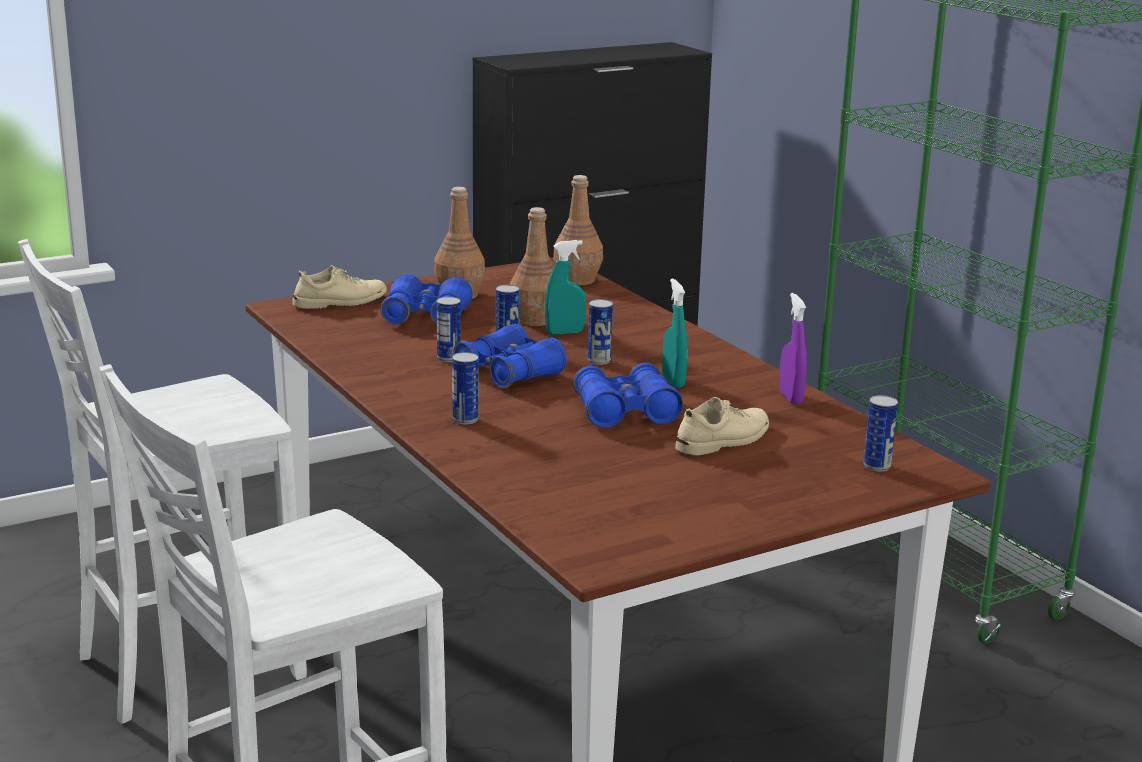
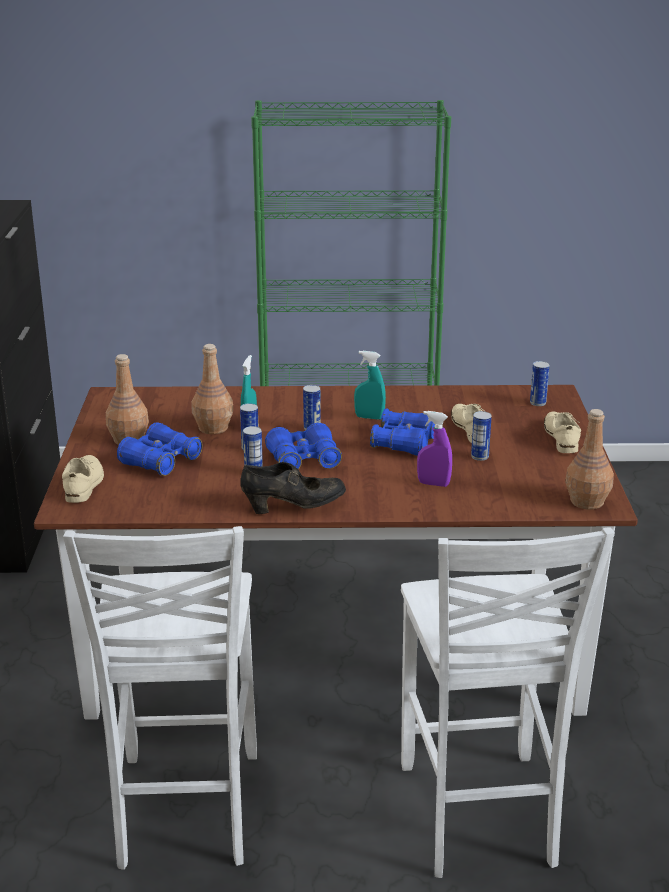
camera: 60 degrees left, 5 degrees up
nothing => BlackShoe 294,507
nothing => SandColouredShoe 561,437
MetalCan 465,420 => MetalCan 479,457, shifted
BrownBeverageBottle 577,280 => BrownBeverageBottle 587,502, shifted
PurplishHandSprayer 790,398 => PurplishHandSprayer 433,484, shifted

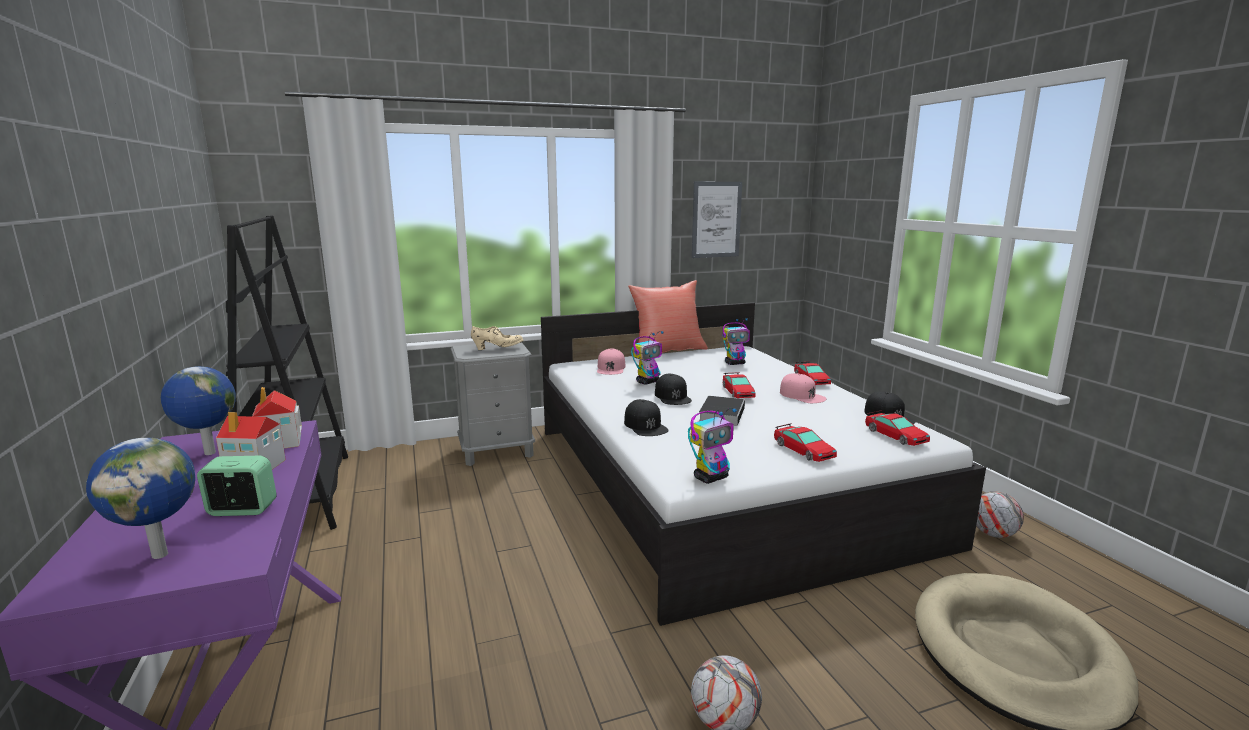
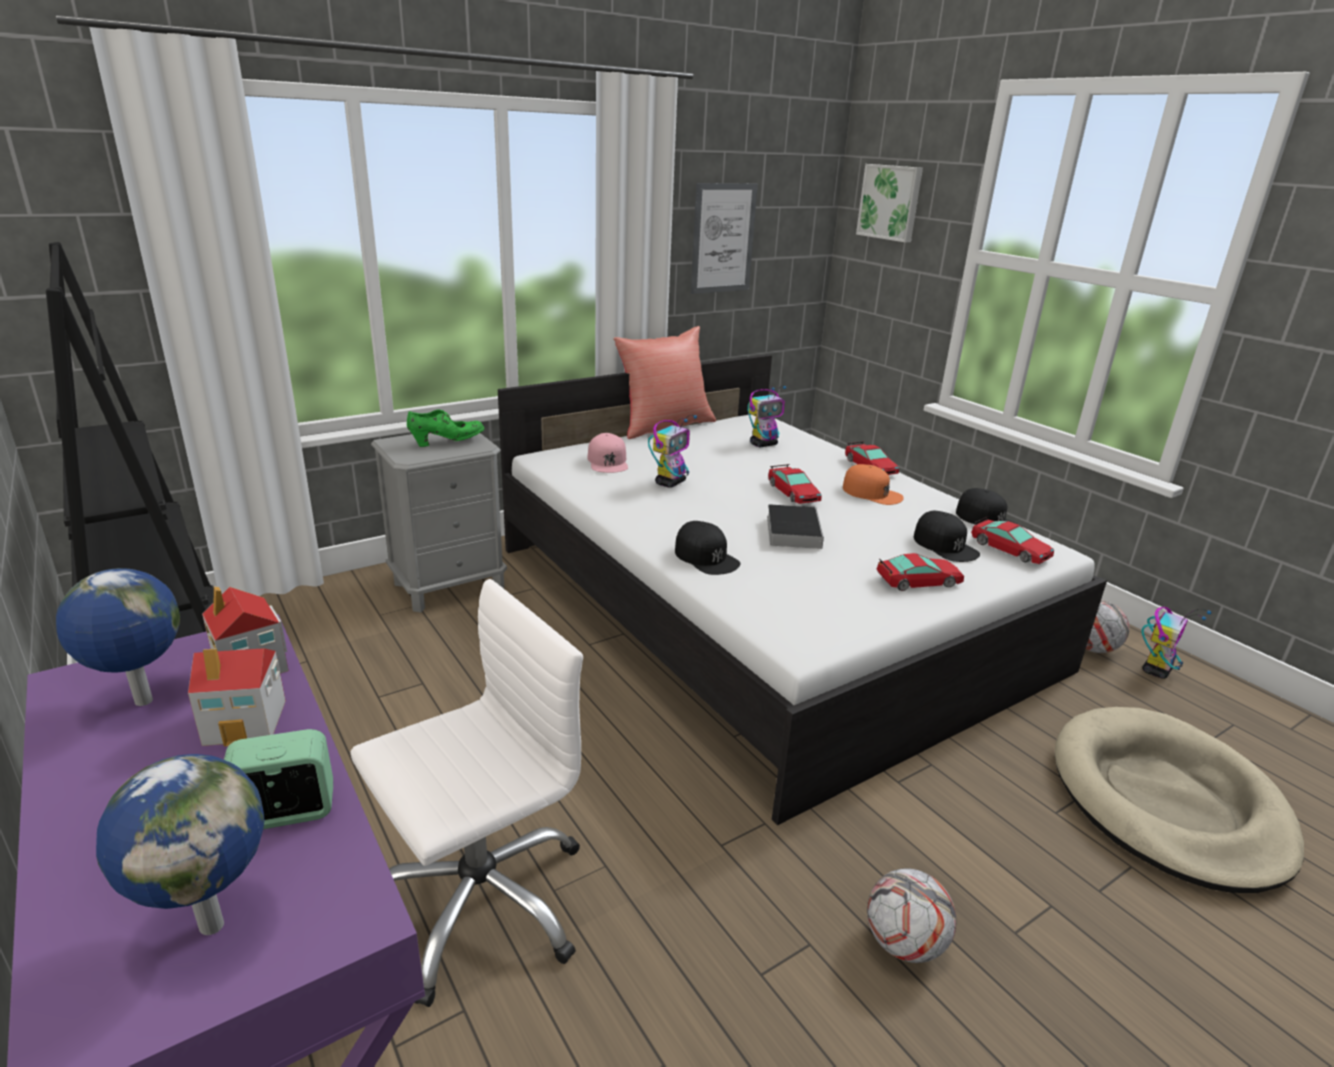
camera: 15 degrees left, 10 degrees up
nothing => WhitishComputerChair 480,901
nothing => WallPicture 890,202
BlackBaseballCap 673,396 => BlackBaseballCap 945,545, shifted
ModelRobot 711,478 => ModelRobot 1156,670, shifted
SandColouredShoe 498,348 => GreenishShoe 447,442
PinkishBaseballCap 802,395 => OrangeBaseballCap 872,493
MiniatureCar 803,450 => MiniatureCar 918,581, 60 degrees counterclockwise

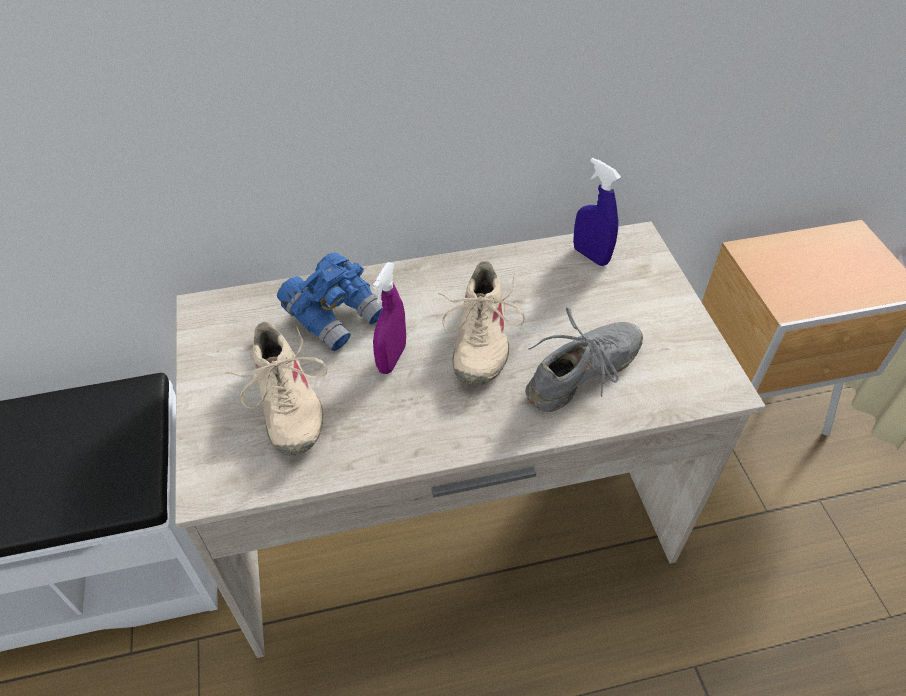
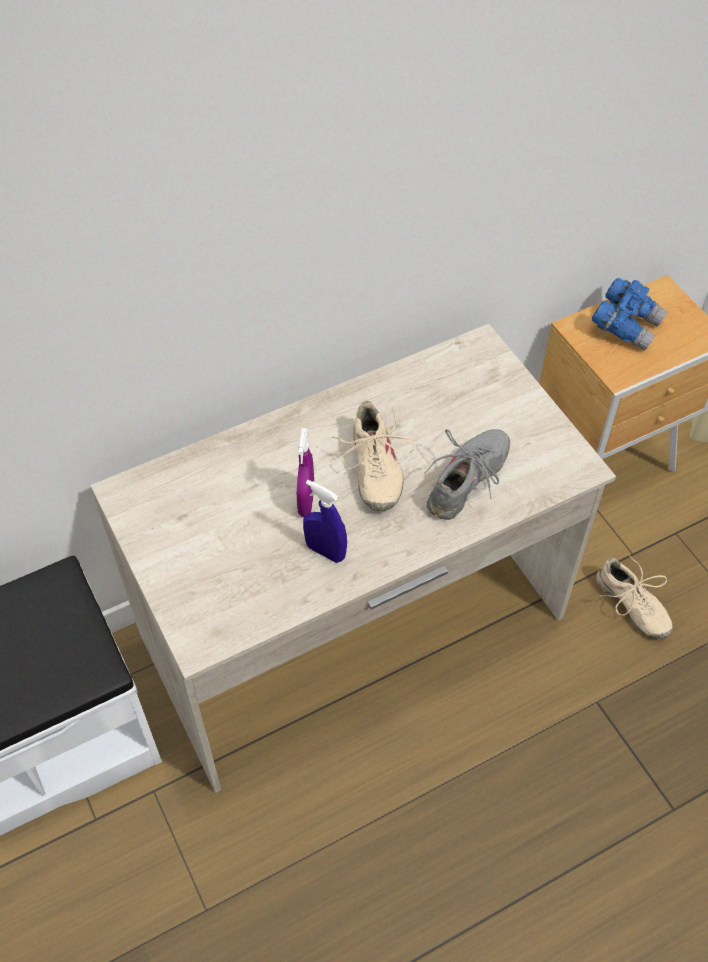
camera: 15 degrees left, 5 degrees up
SandColouredShoe 286,404 => SandColouredShoe 631,606, shifted
BlueColouredBinoculars 336,315 => BlueColouredBinoculars 625,325, shifted
BlueColouredHandSprayer 590,255 => BlueColouredHandSprayer 325,551, shifted

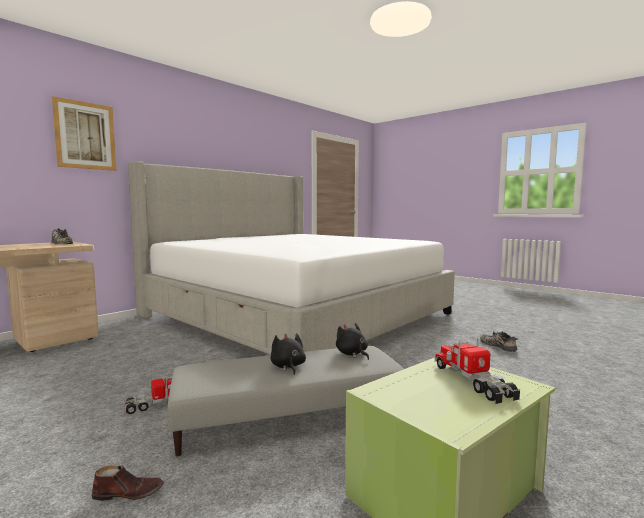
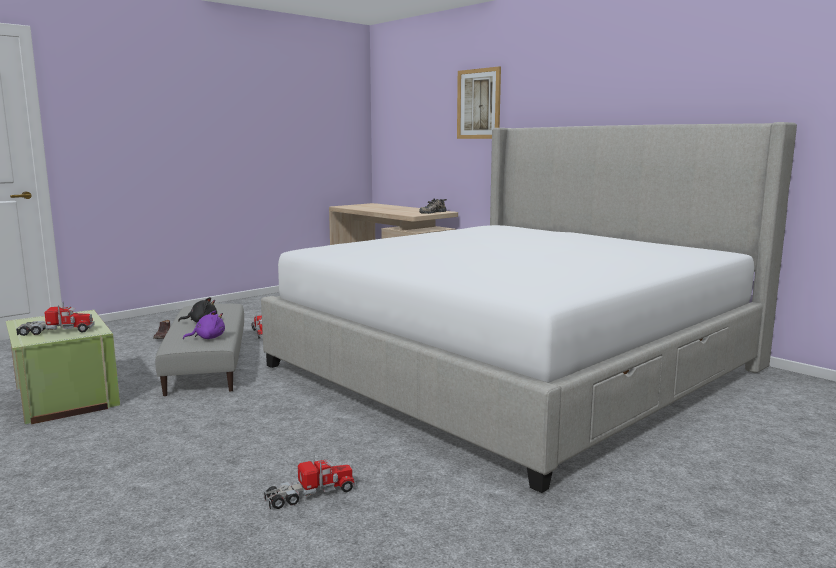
camera: 95 degrees right, 5 degrees up
Shoe 499,345 => ToyTruck 310,494
BlackCuddlyToy 352,354 => PurplishCuddlyToy 208,338

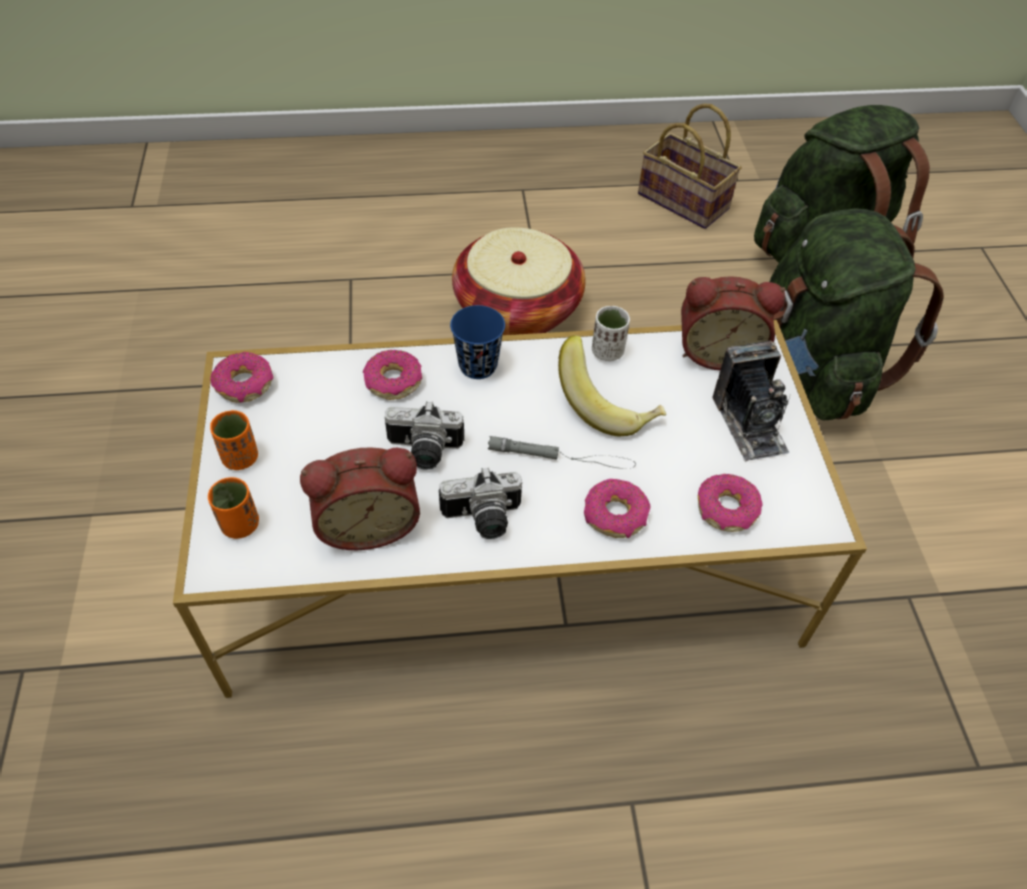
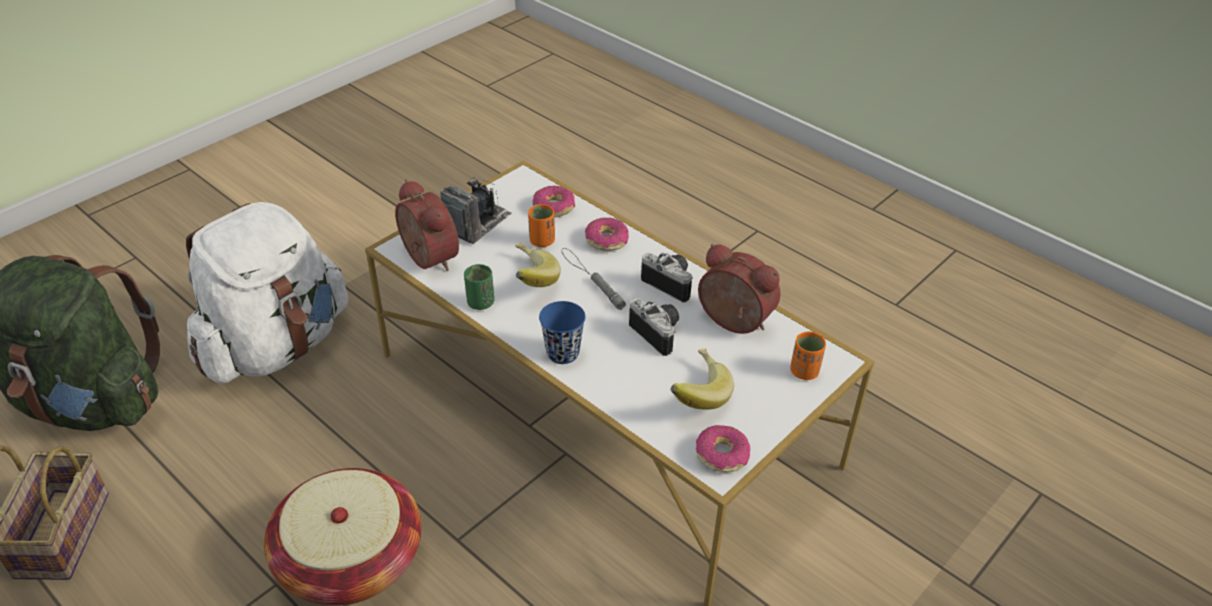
camera: 130 degrees left, 10 degrees down
Doughnut 393,381 => nothing
nothing => BananaFruit 695,394
OrangeSmallCup 240,458 => OrangeSmallCup 542,241, shifted
WhitishSmallCup 607,351 => GreenishSmallCup 480,303
GreenishKnapsack 812,371 => WhitishKnapsack 276,346

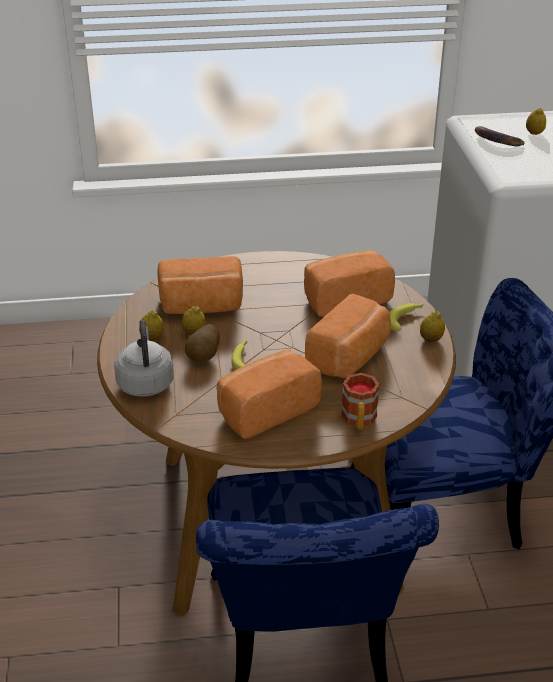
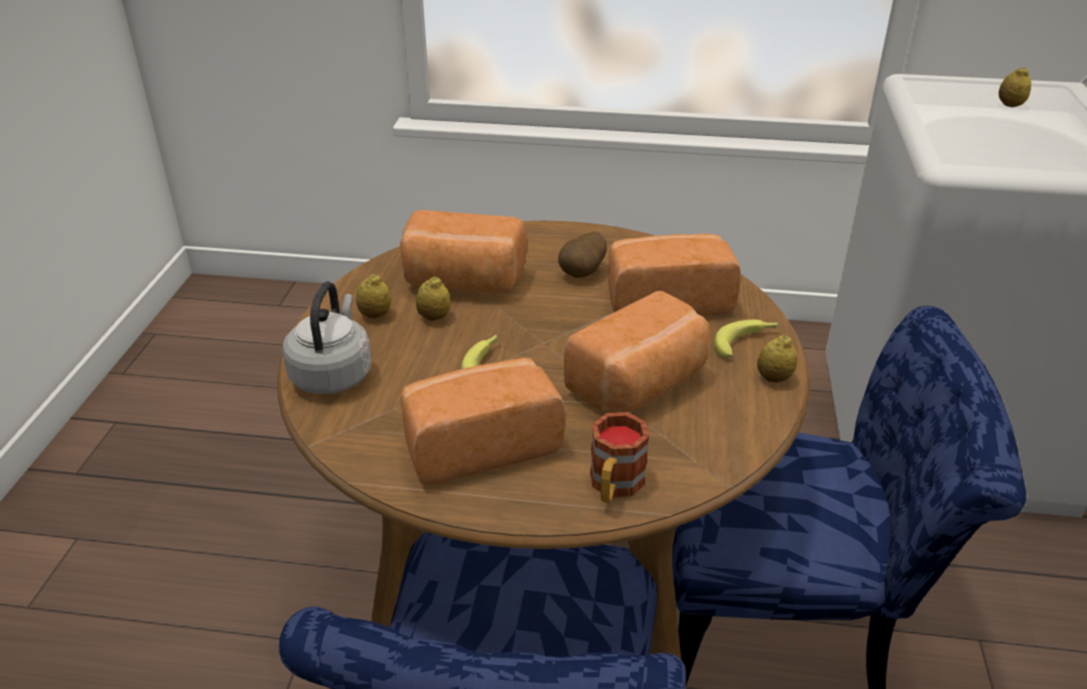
camera: 15 degrees right, 0 degrees up
BananaFruit 495,141 => nothing
WholePotato 204,357 => WholePotato 583,273, shifted

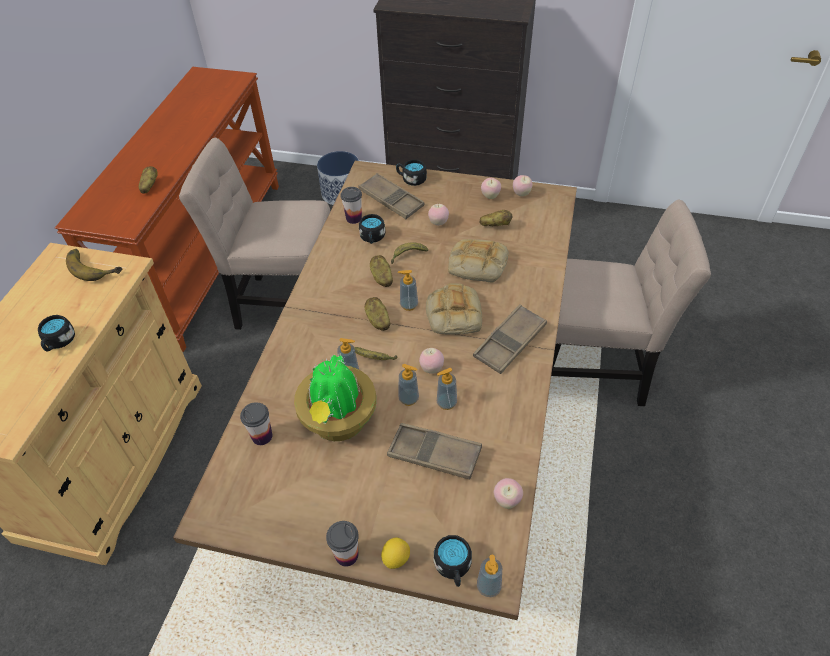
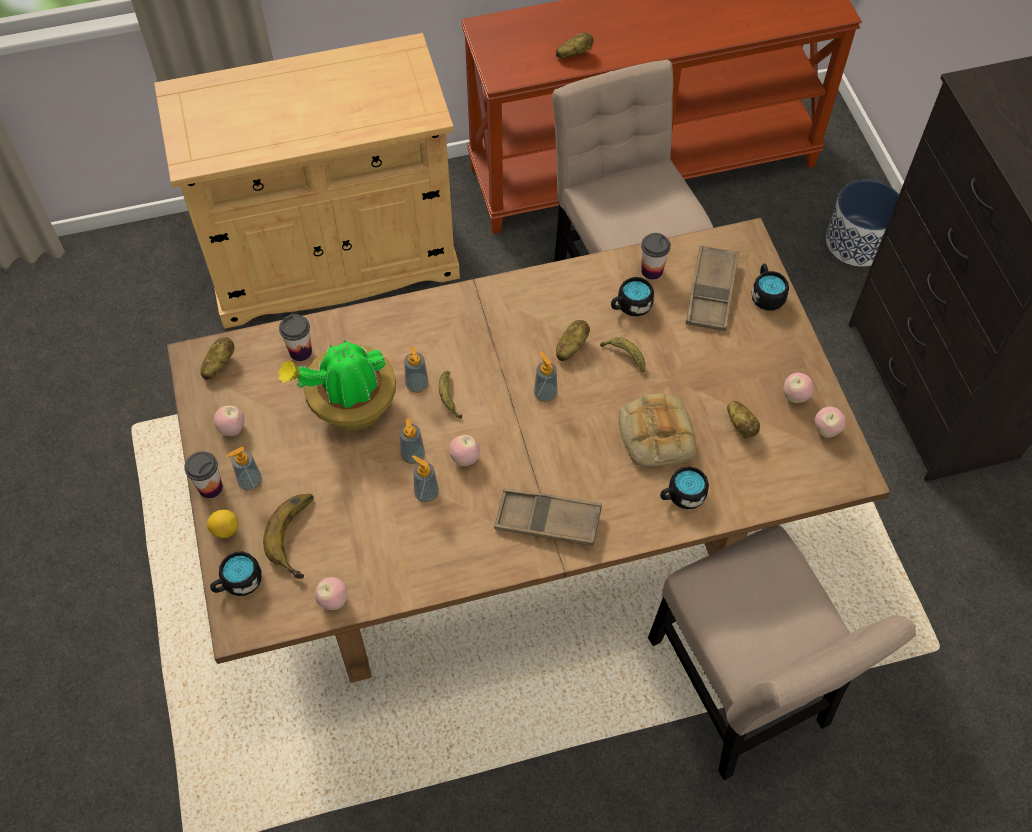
camera: 60 degrees right, 10 degrees up
BrownServingTray 434,454 => nothing
BakedBread 453,314 => nothing
BlackTeaMug 59,342 => BlackTeaMug 681,496, shifted
BananaFruit 95,265 => BananaFruit 301,536, shifted
WholePotato 377,321 => WholePotato 218,365, shifted
WholeApple 438,223 => WholeApple 232,429, shifted
SoapDispenser 488,586 => SoapDispenser 250,481, shifted

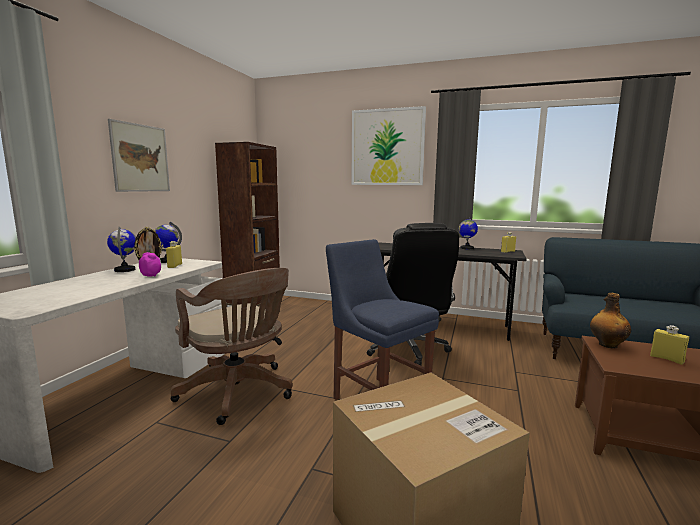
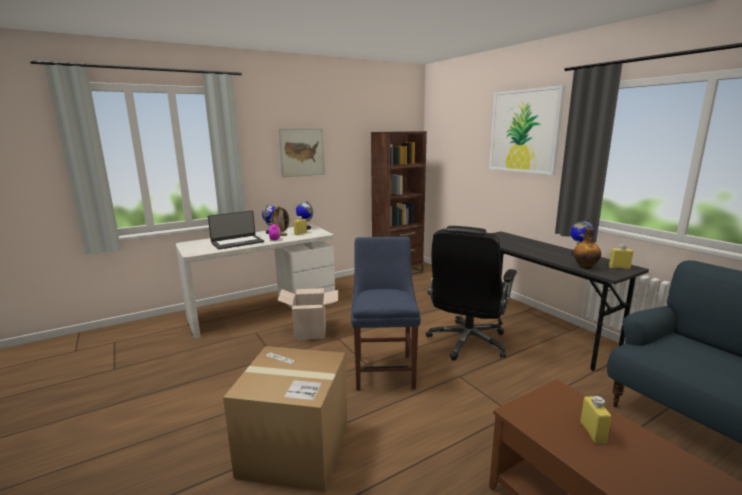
camera: 40 degrees right, 5 degrees up
nothing => NotebookComputer 237,242
BeverageBottle 607,345 => BeverageBottle 585,267, shifted
BrownComputerChair 239,393 => CardboardBox 310,332

